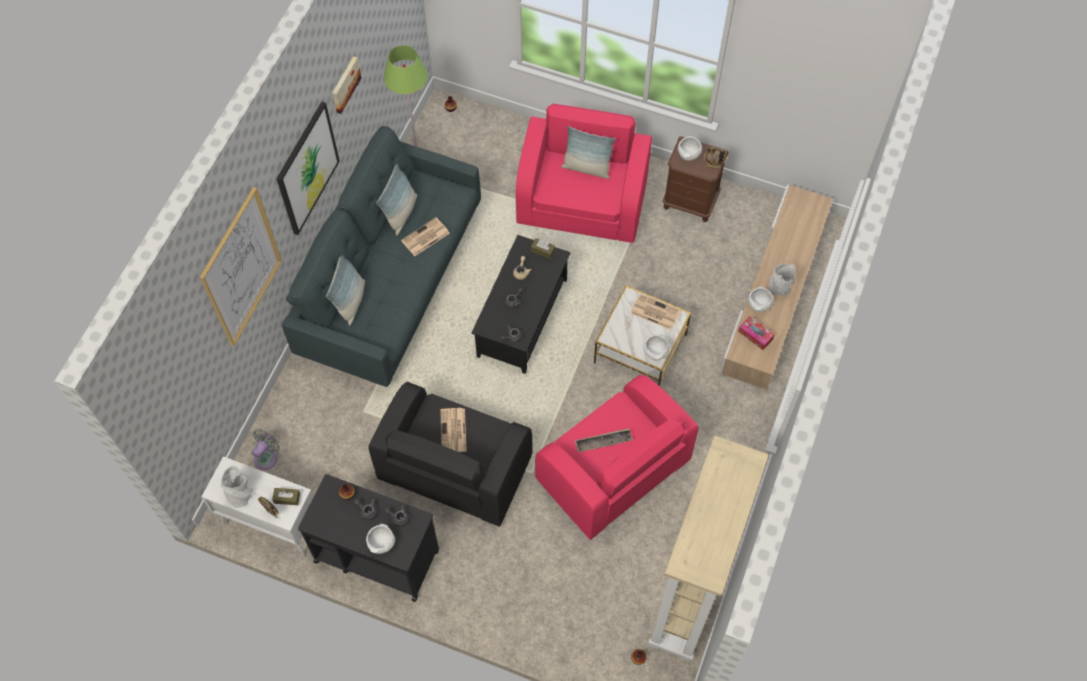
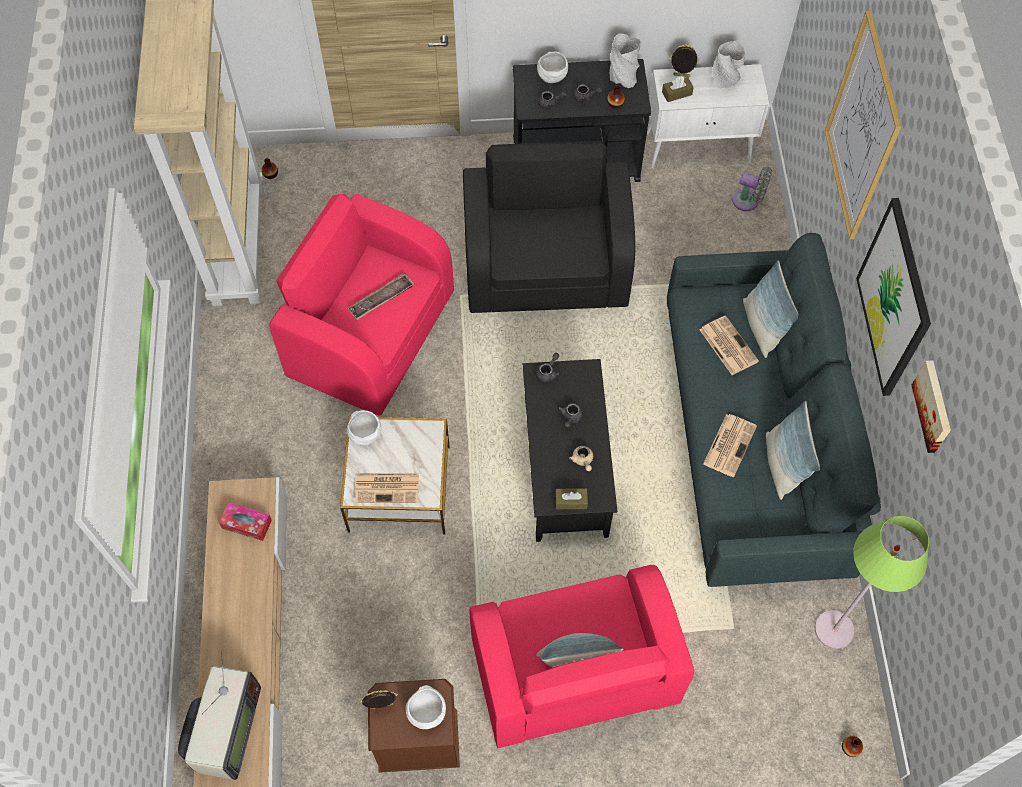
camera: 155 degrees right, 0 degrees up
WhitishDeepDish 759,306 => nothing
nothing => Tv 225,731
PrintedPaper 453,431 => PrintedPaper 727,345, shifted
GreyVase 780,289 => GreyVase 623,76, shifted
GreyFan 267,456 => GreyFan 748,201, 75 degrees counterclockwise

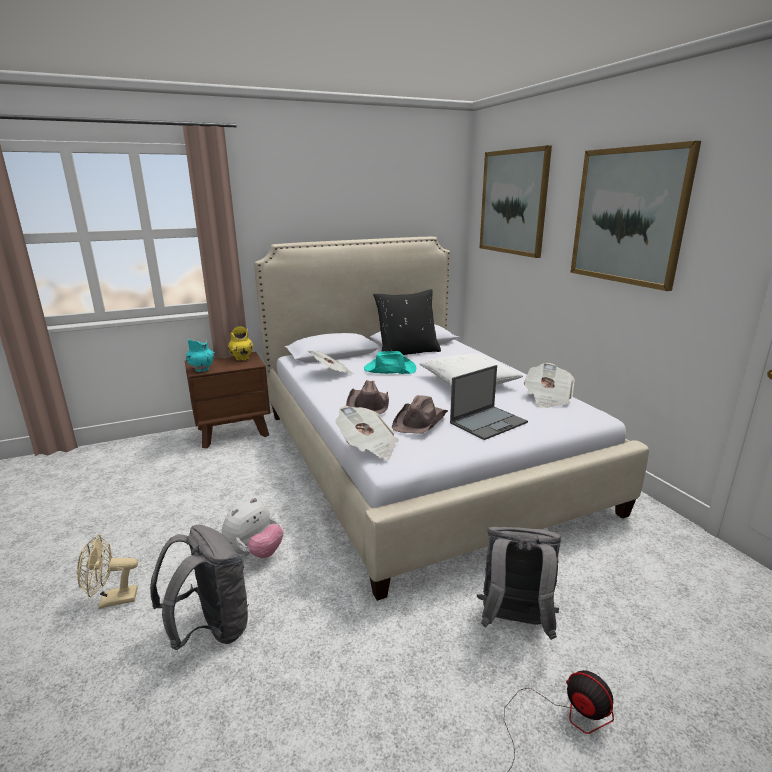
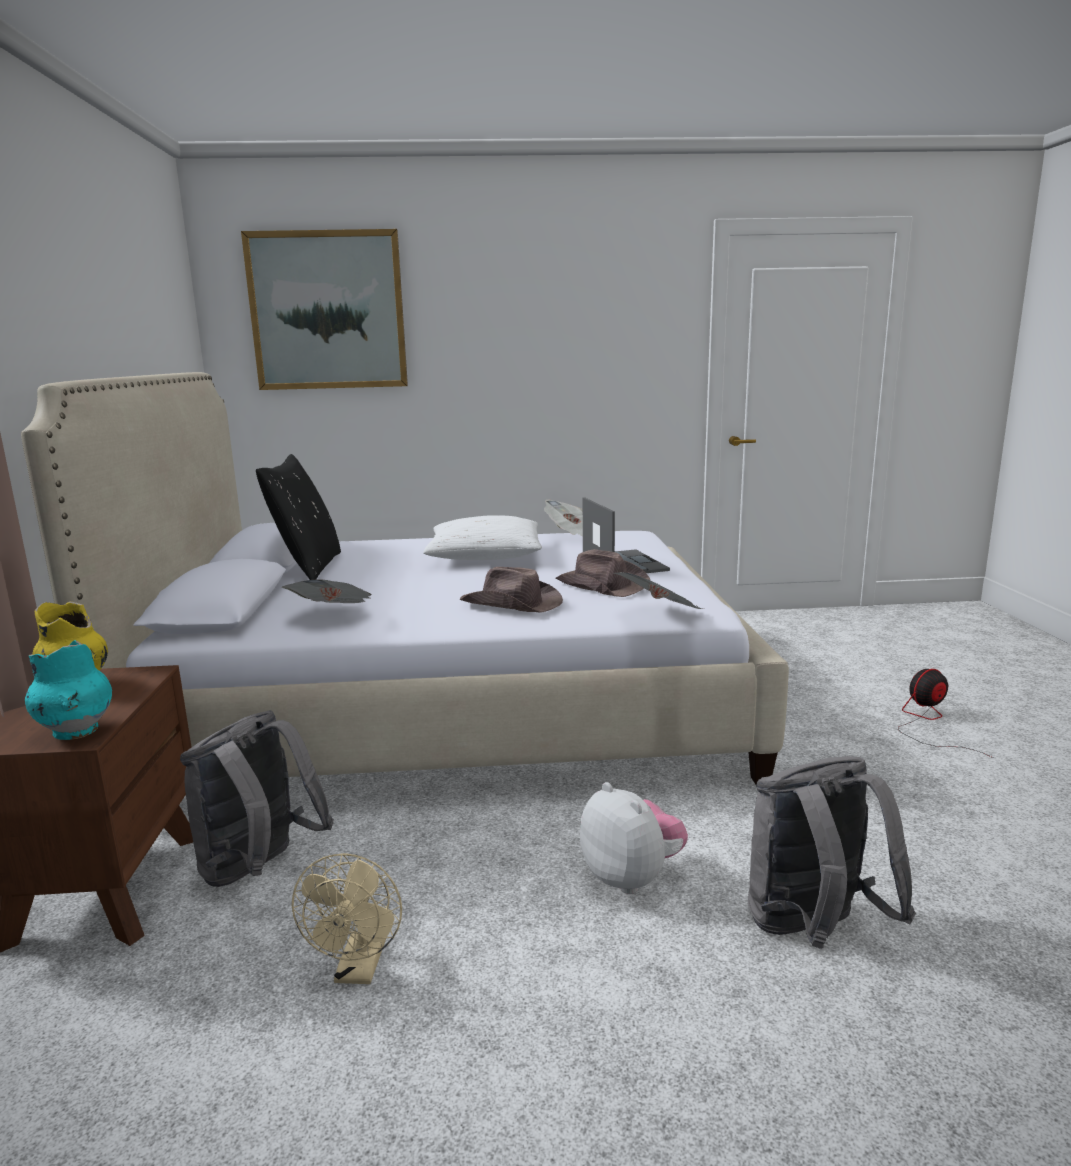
camera: 70 degrees left, 5 degrees down
BlueGreenHat 389,369 => nothing
WallPicture 628,216 => nothing
SandColouredFan 112,600 => SandColouredFan 359,970, shifted
GreyKnapsack 514,622 => GreyKnapsack 259,870, shifted

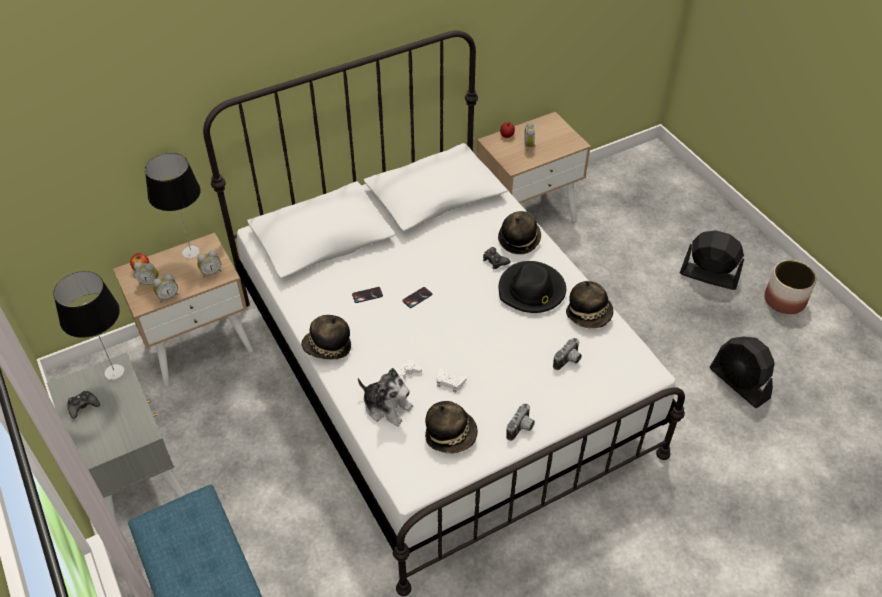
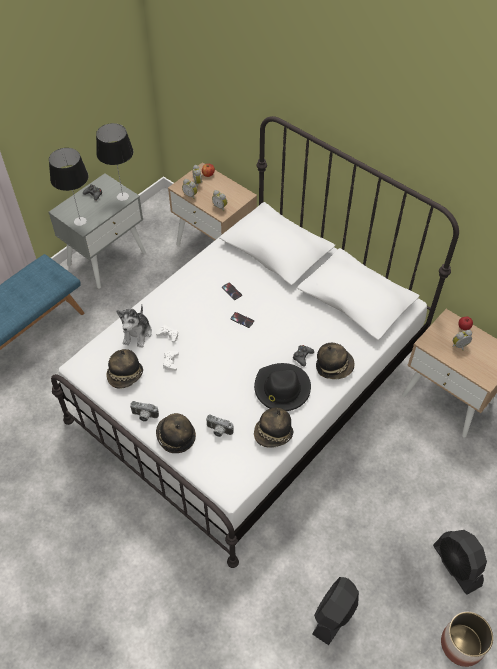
camera: 70 degrees right, 5 degrees up
TableLamp 190,252 => TableLamp 80,221, shifted
Hat 327,348 => Hat 175,437, shifted
BlackFan 708,275 => BlackFan 456,566, 150 degrees clockwise

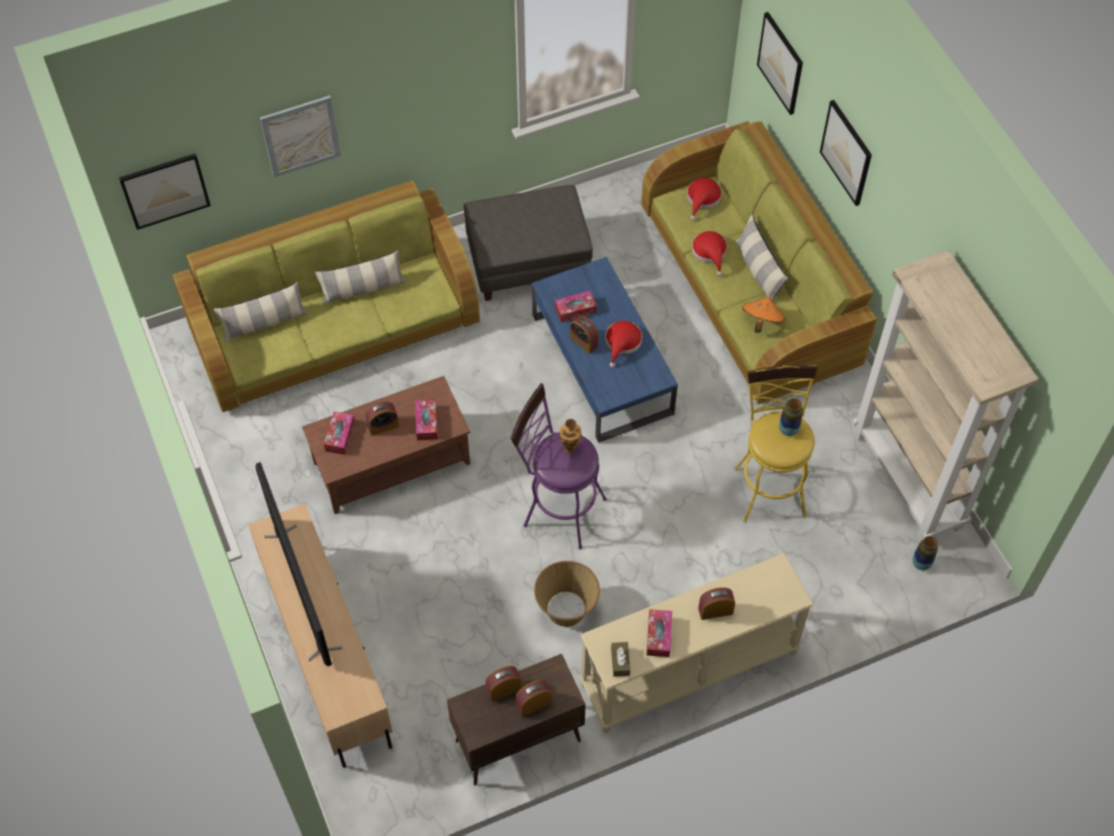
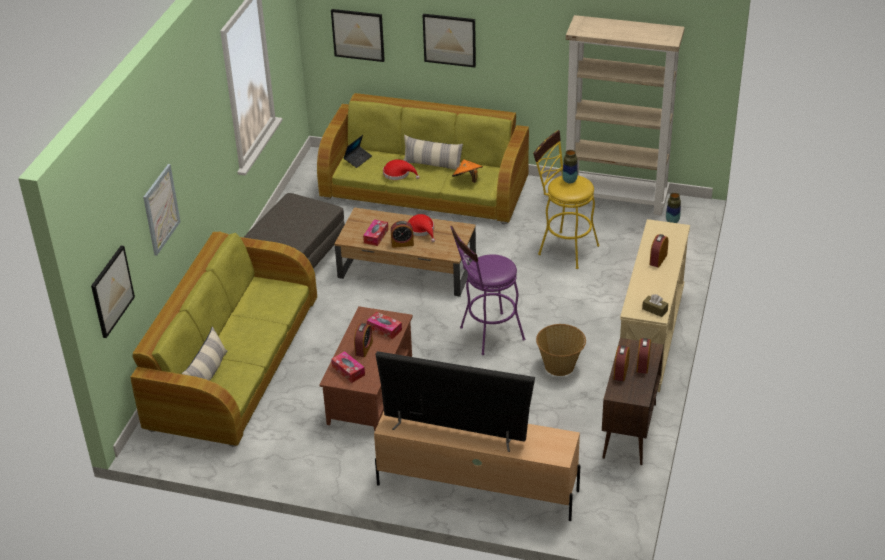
camera: 50 degrees left, 20 degrees down
ThrowPillow 362,289 => nothing
Vase 570,447 => nothing
TissueHolder 659,636 => nothing
RedColouredHat 702,199 => NotebookComputer 358,159
BlueColouredLowTable 602,364 => BrownLowTable 408,268

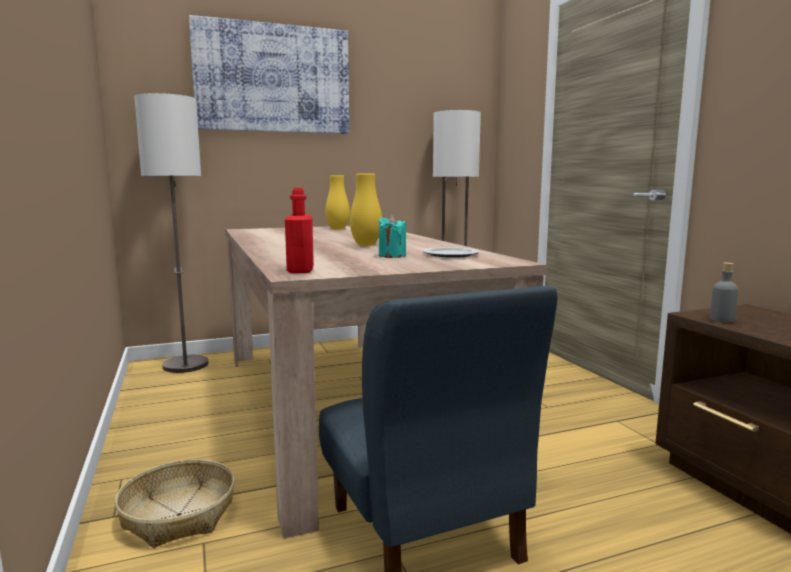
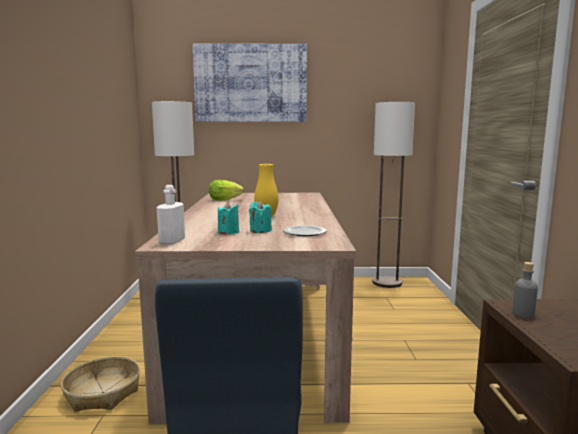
camera: 20 degrees right, 0 degrees up
YellowishVase 337,229 => nothing
nothing => Lettuce 224,200
nothing => BlueGreenCandle 228,232
RedColouredBeverageBottle 300,270 => WhitishBeverageBottle 172,241

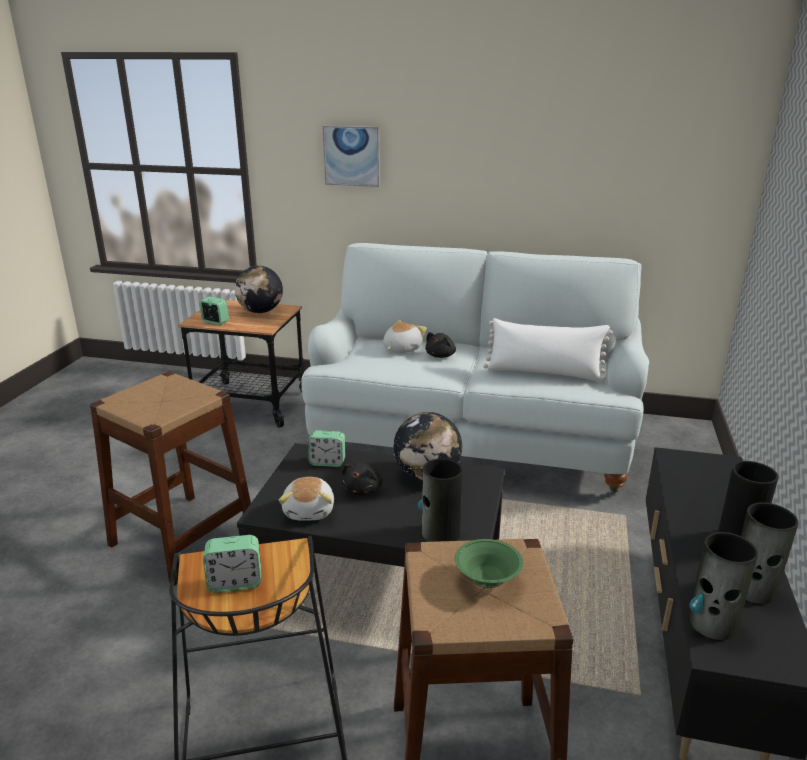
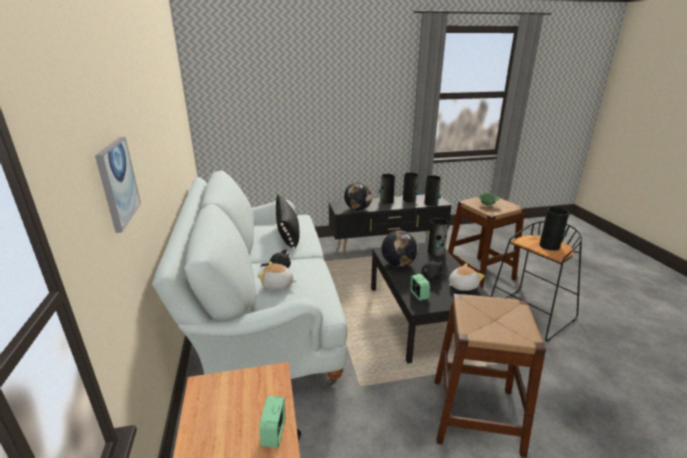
camera: 115 degrees left, 0 degrees up
Globe 260,311 => Globe 358,209, shifted
TableClock 235,582 => Vase 549,246
WhitishThrowPillow 544,373 => BlackThrowPillow 288,233

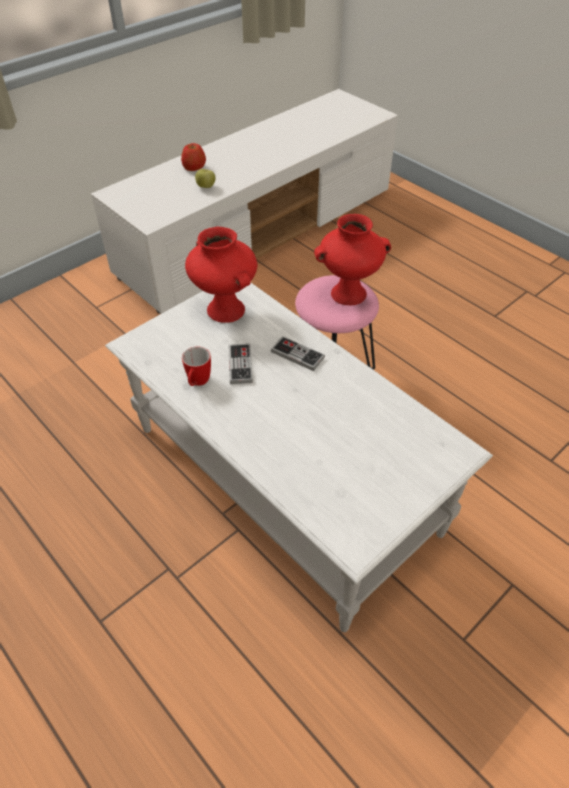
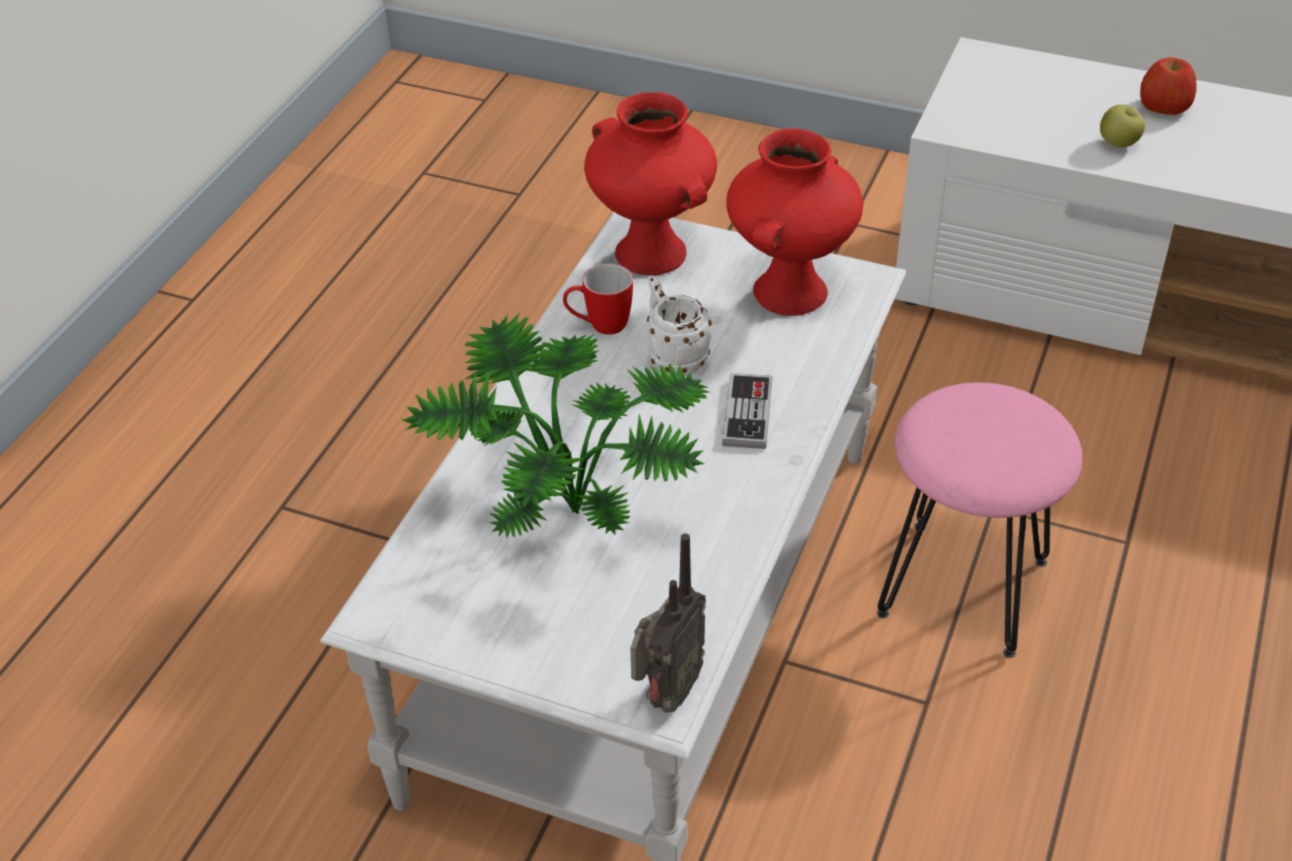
camera: 65 degrees right, 5 degrees down
nothing => PottedPlant 568,500
nothing => RadioSet 666,695
RedColouredVase 349,293 => RedColouredVase 653,253, shifted
Joypad 240,365 => WhitishTeaMug 673,356

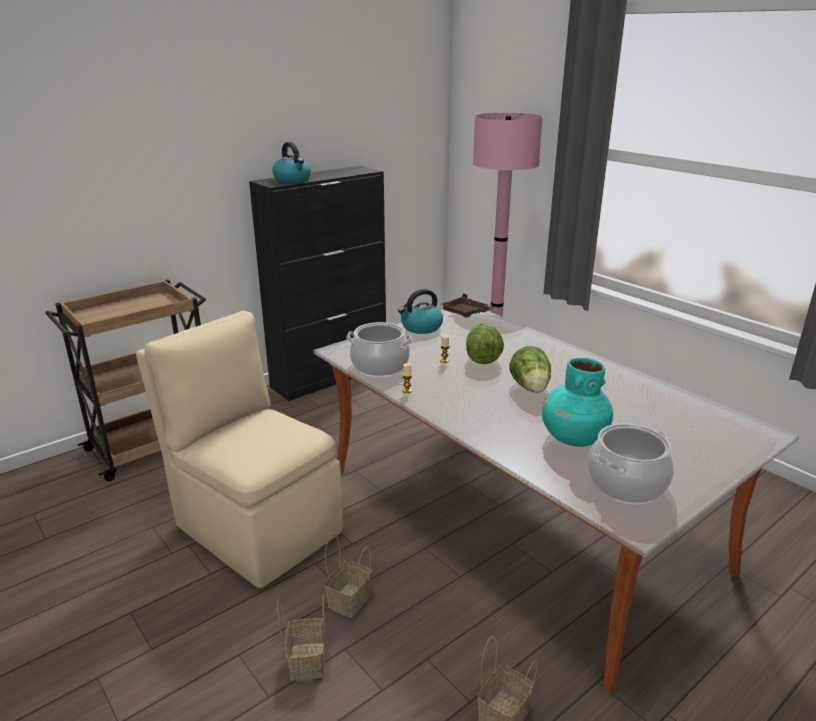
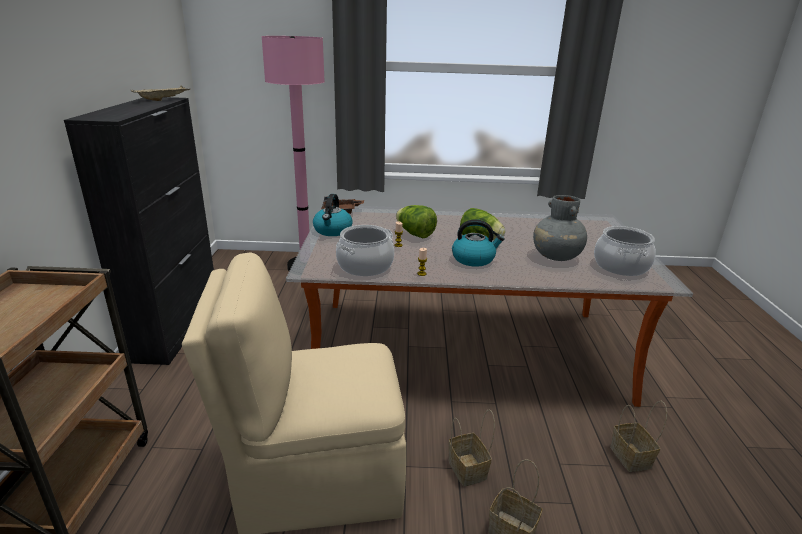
camera: 50 degrees left, 0 degrees up
nothing => SandColouredServingTray 163,100
WaterKettle 293,179 => WaterKettle 474,259, shifted
BlueGreenVase 573,438 => GreyVase 556,256

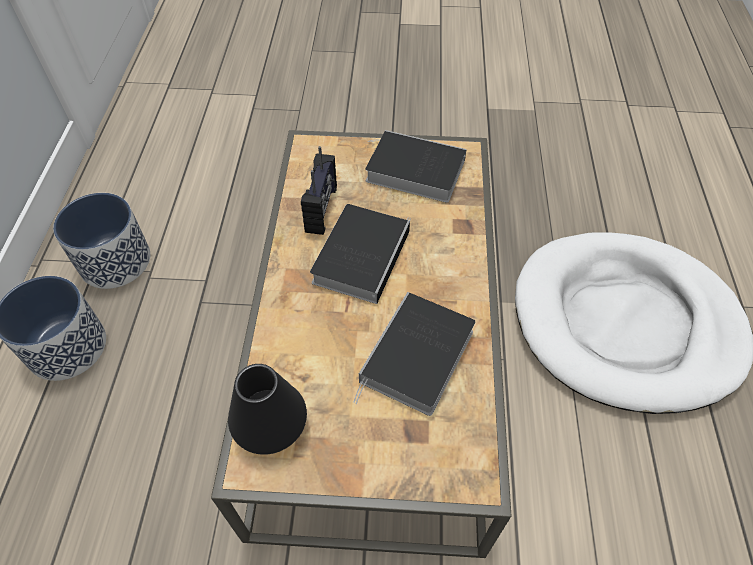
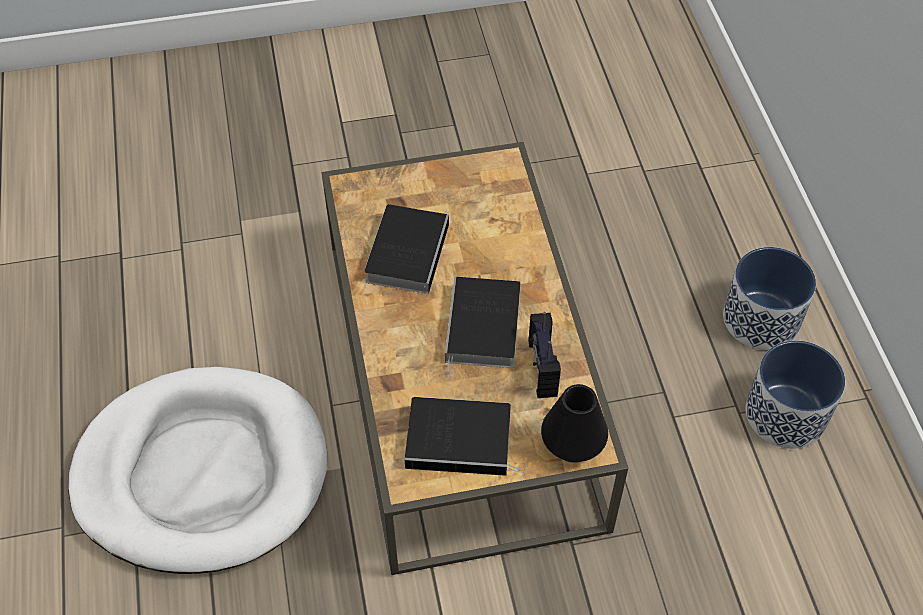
camera: 165 degrees right, 0 degrees up
BlackVase 271,428 => BlackVase 572,444, shifted

